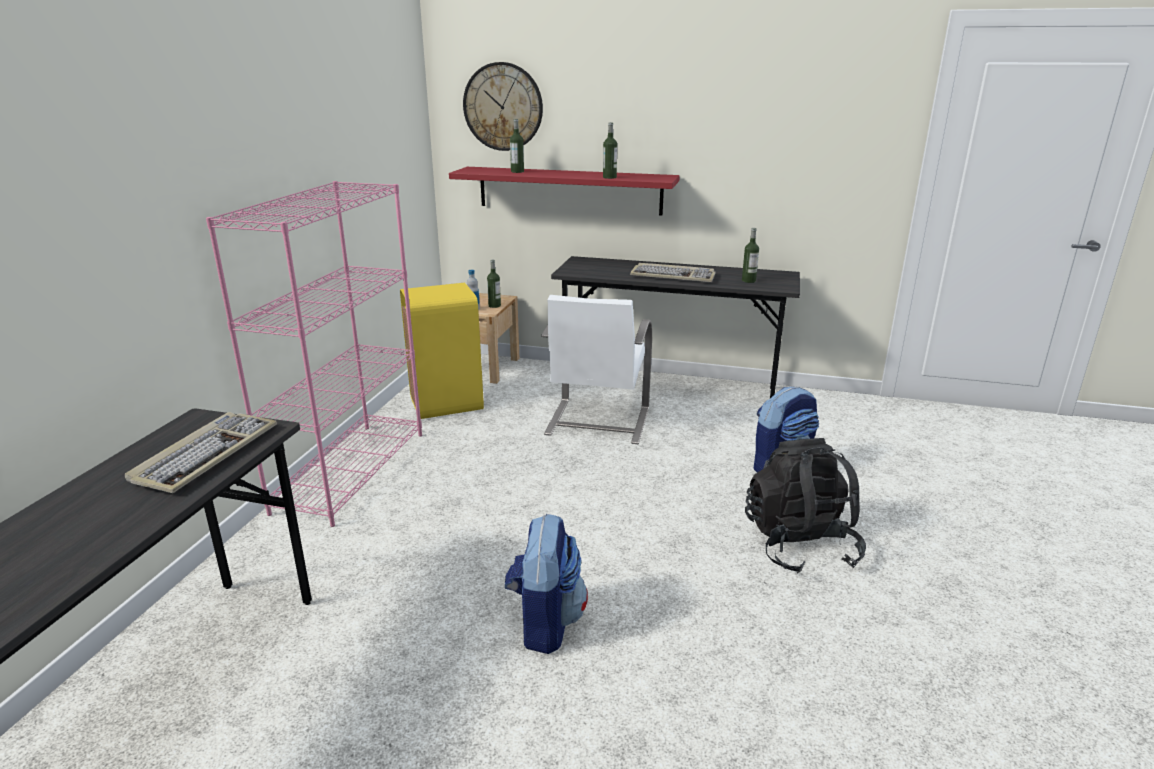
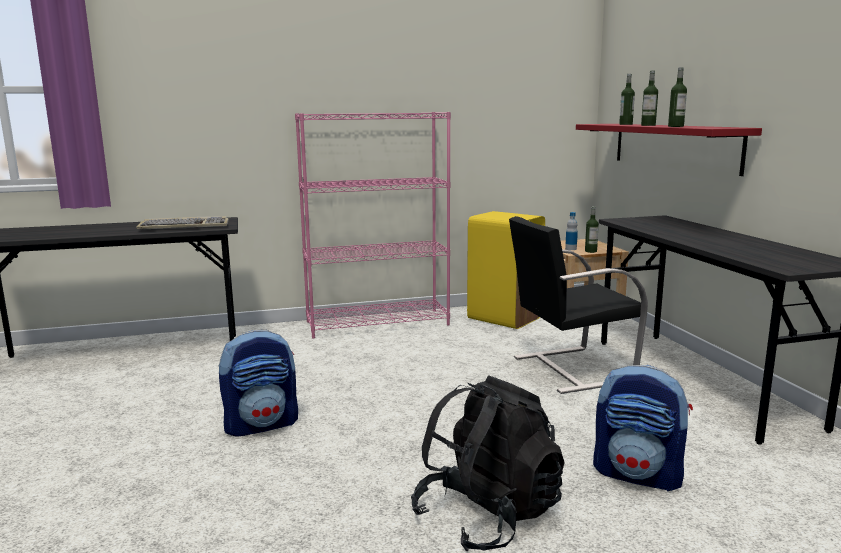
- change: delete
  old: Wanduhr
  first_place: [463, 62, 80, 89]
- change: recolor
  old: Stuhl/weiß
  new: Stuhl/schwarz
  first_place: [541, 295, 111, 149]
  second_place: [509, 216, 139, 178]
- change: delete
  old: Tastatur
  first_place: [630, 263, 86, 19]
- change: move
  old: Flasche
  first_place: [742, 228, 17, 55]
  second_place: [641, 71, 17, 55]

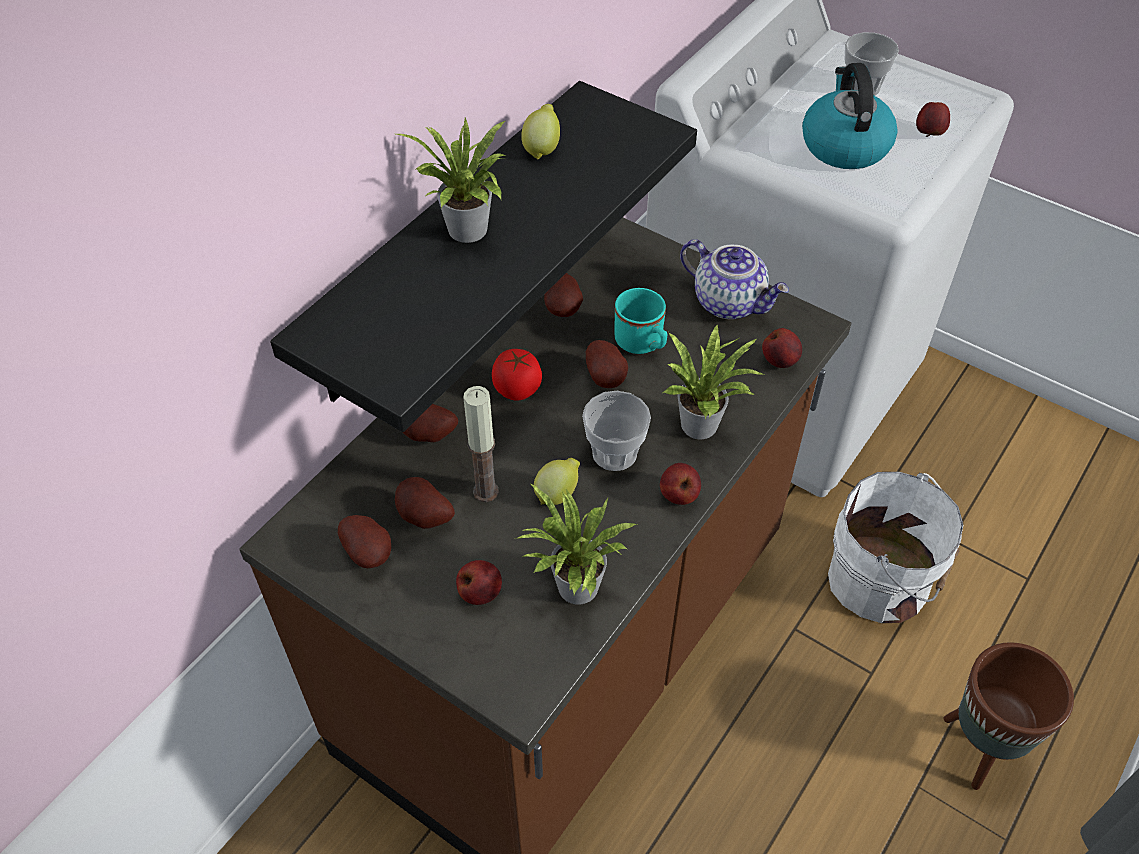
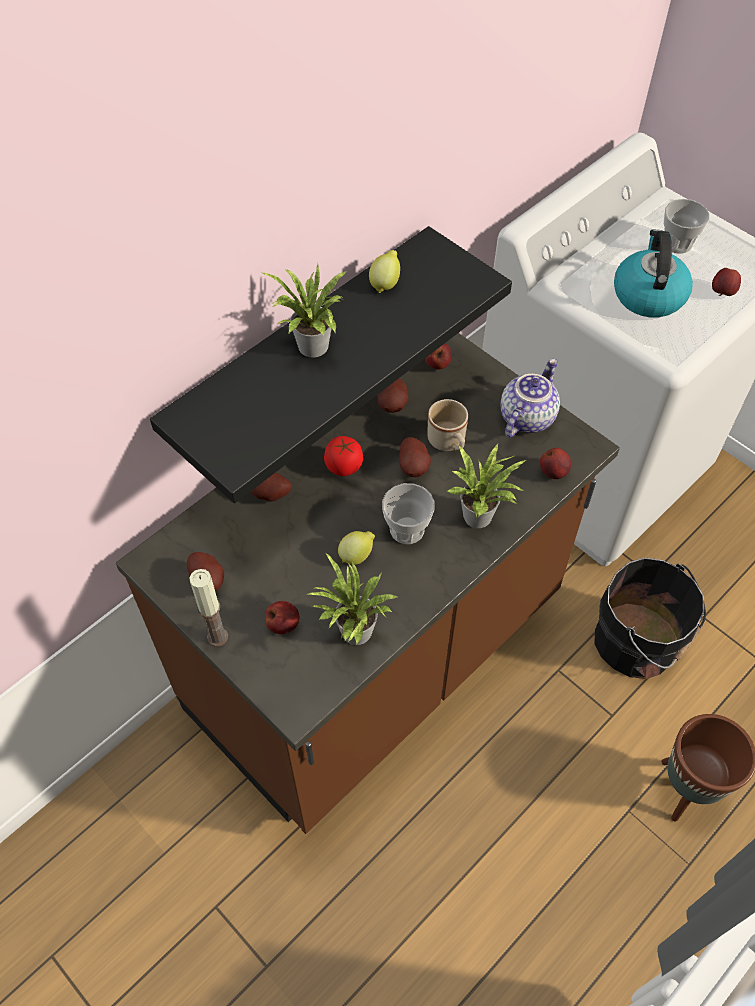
- change: delete
  old: Kartoffel
  first_place: [395, 477, 60, 52]
- change: move
  old: Kerze
  first_place: [463, 386, 36, 116]
  second_place: [190, 569, 38, 78]
- change: recolor
  old: Henkelbecher/türkis
  new: Henkelbecher/beige
  first_place: [614, 288, 53, 66]
  second_place: [427, 399, 41, 52]
- change: move
  old: Apfel
  first_place: [660, 463, 41, 42]
  second_place: [425, 343, 27, 27]
- change: rotate
  old: Teekanne
  first_place: [680, 239, 109, 80]
  second_place: [501, 359, 59, 78]
  degrees: -105
- change: recolor
  old: Eimer/weiß
  new: Eimer/schwarz
  first_place: [828, 472, 135, 151]
  second_place: [594, 557, 112, 122]

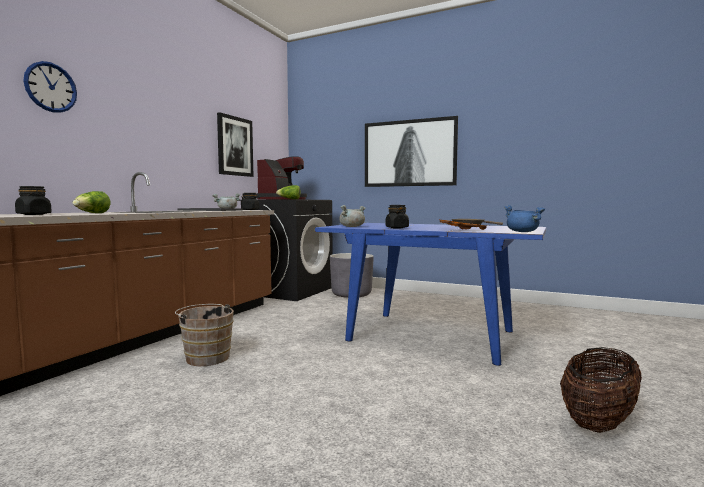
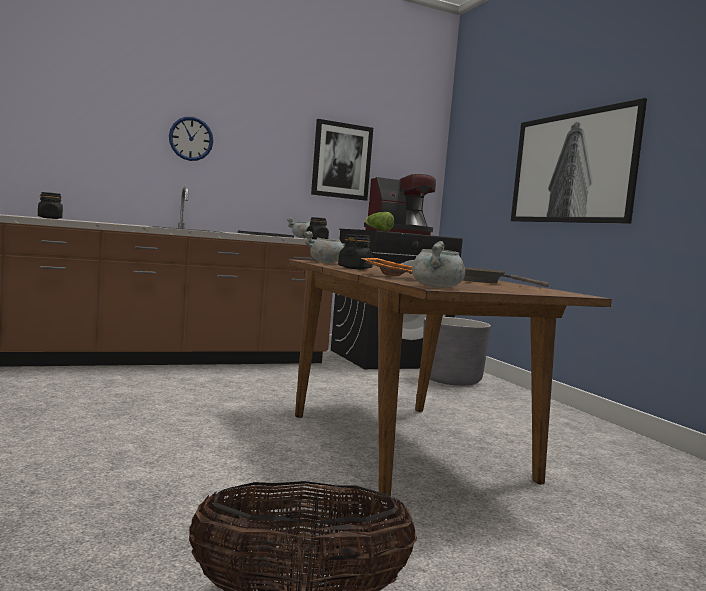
- change: move
  old: Wanduhr
  first_place: [24, 61, 53, 52]
  second_place: [169, 117, 44, 44]
- change: delete
  old: Salatkopf
  first_place: [73, 191, 38, 22]
- change: delete
  old: Eimer/braun
  first_place: [175, 304, 59, 62]
- change: recolor
  old: Esstisch/blau
  new: Esstisch/braun
  first_place: [315, 223, 231, 143]
  second_place: [288, 259, 324, 243]
- change: recolor
  old: Kochtopf/blau
  new: Kochtopf/grau
  first_place: [504, 205, 41, 27]
  second_place: [412, 241, 53, 47]

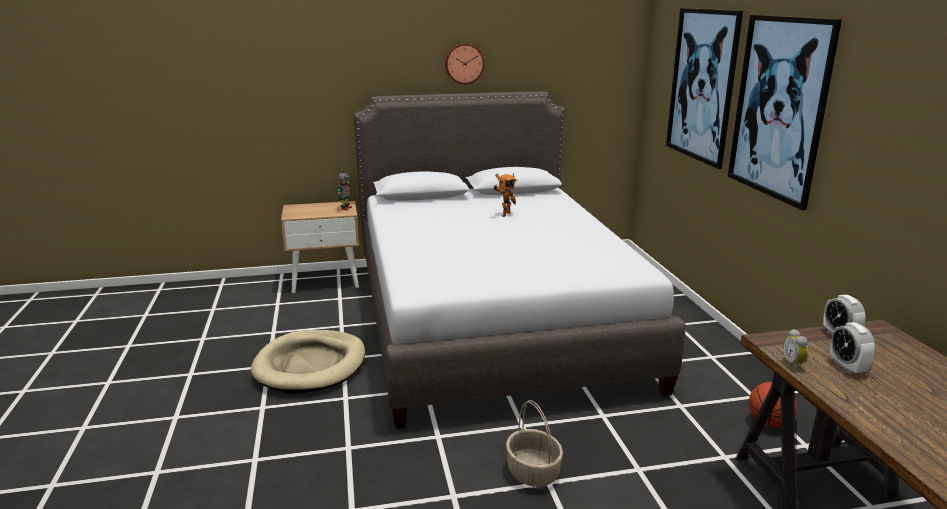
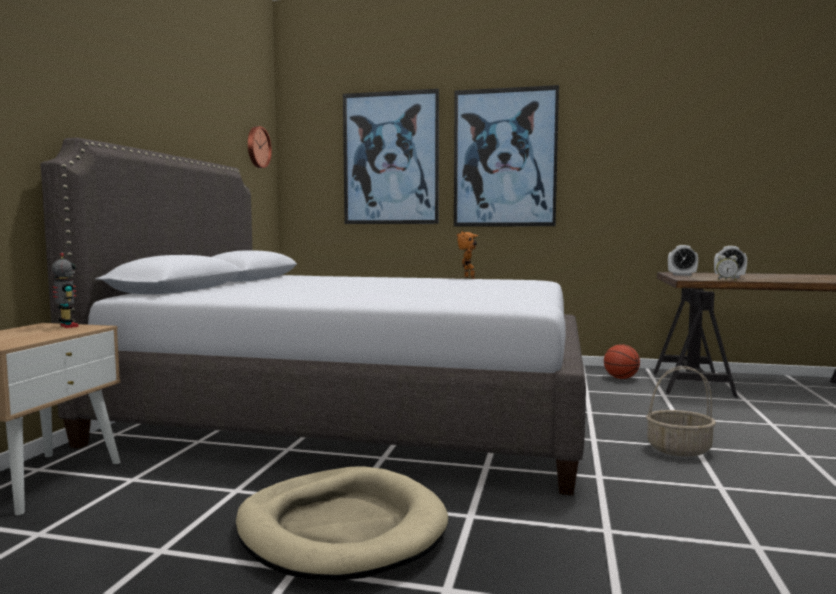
- change: move
  old: Wanduhr
  first_place: [445, 43, 39, 41]
  second_place: [248, 126, 24, 42]
- change: move
  old: Spielzeugroboter
  first_place: [494, 173, 24, 44]
  second_place: [457, 231, 21, 48]

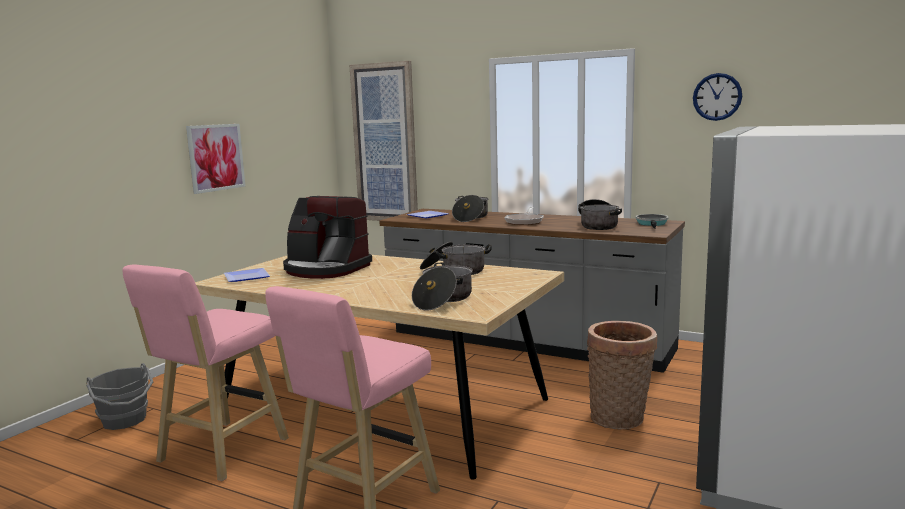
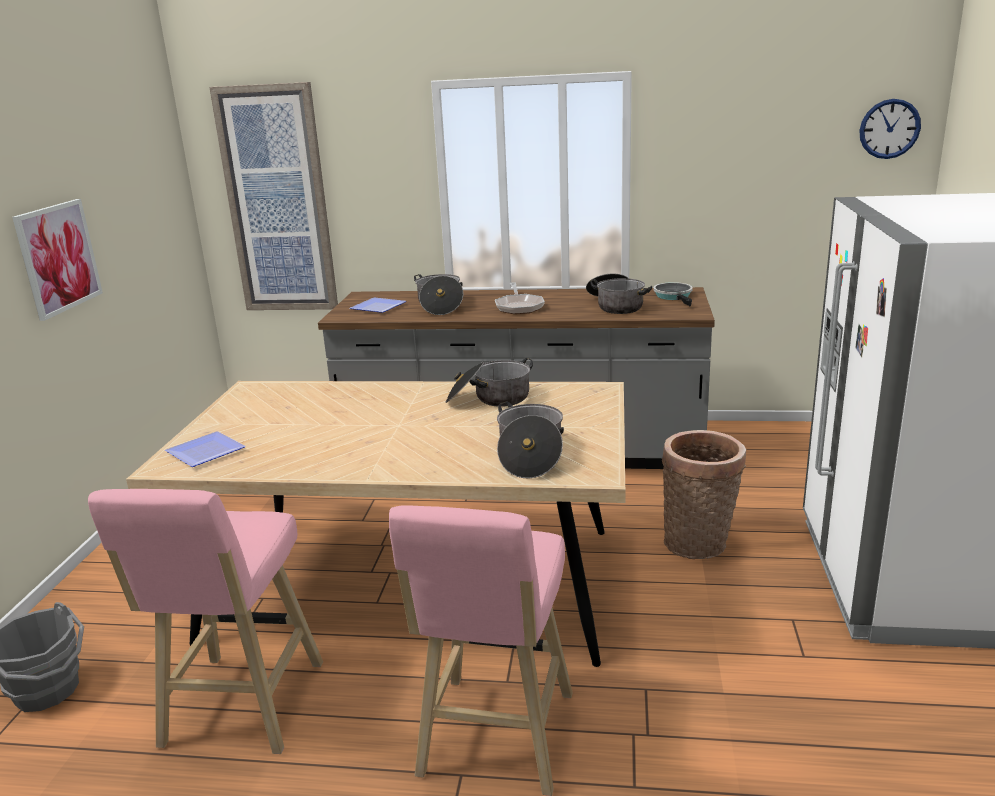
- change: delete
  old: Kaffeemaschine
  first_place: [283, 196, 89, 83]
- change: move
  old: Wanduhr
  first_place: [693, 73, 49, 48]
  second_place: [859, 99, 62, 60]

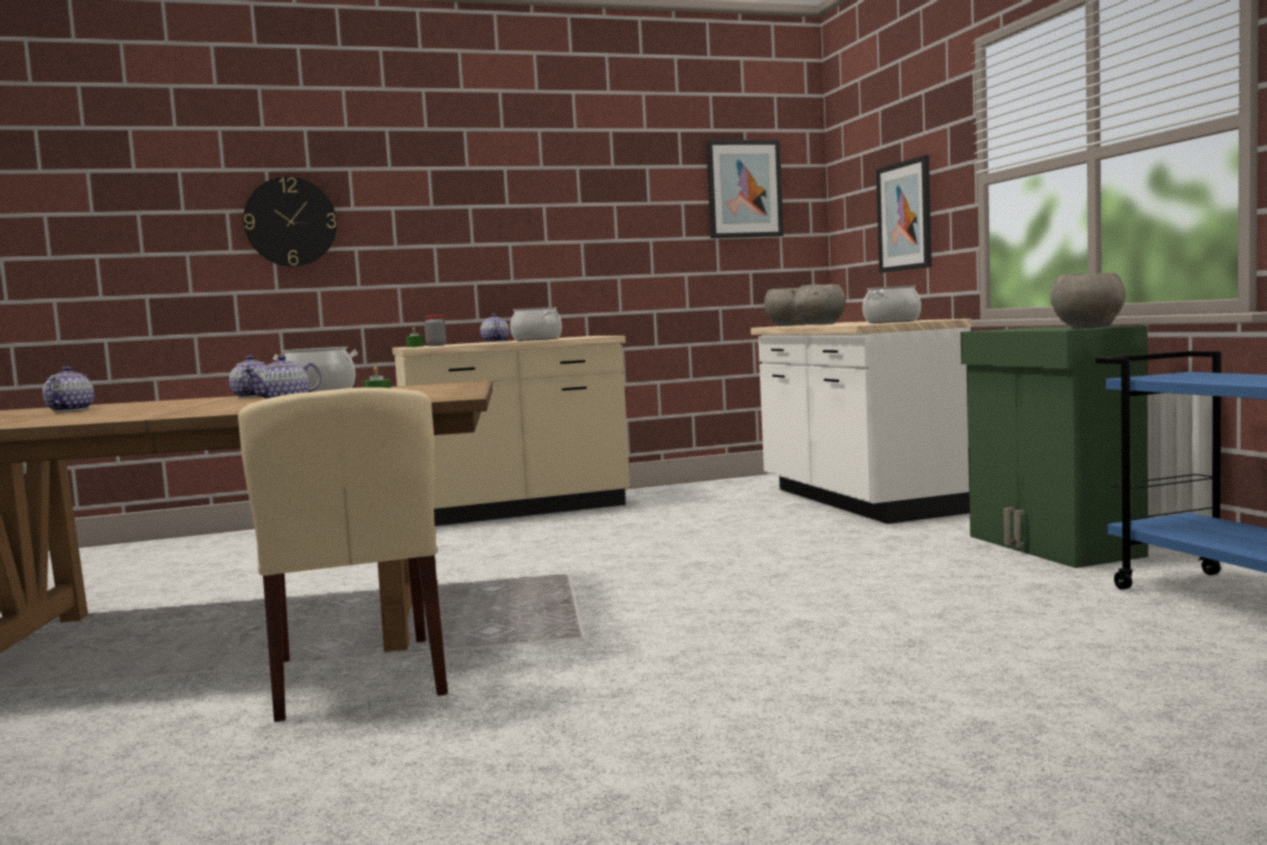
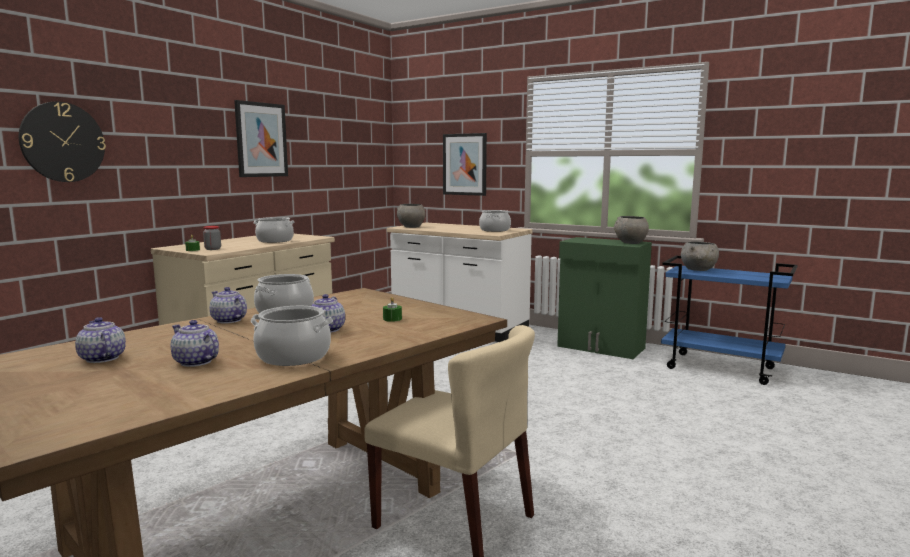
- change: move
  old: Teekanne
  first_place: [480, 313, 29, 29]
  second_place: [171, 320, 48, 47]
- change: move
  old: Bild
  first_place: [706, 140, 78, 98]
  second_place: [234, 100, 54, 77]
- change: move
  old: Schüssel/grau
  first_place: [791, 284, 55, 40]
  second_place: [681, 242, 38, 29]
- change: insert
  new: Kochtopf
  second_place: [251, 306, 82, 60]

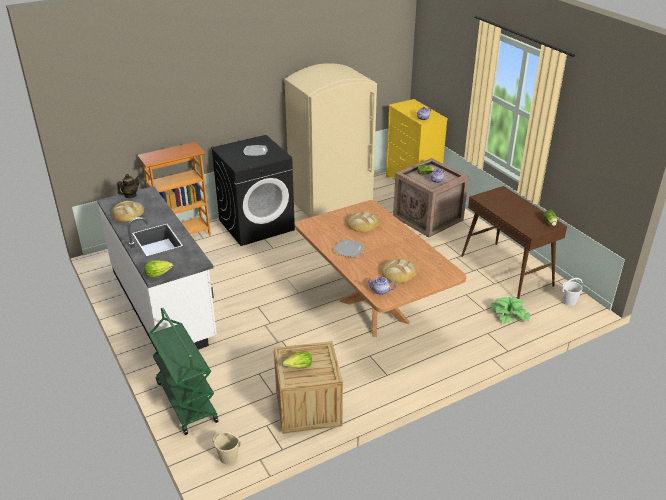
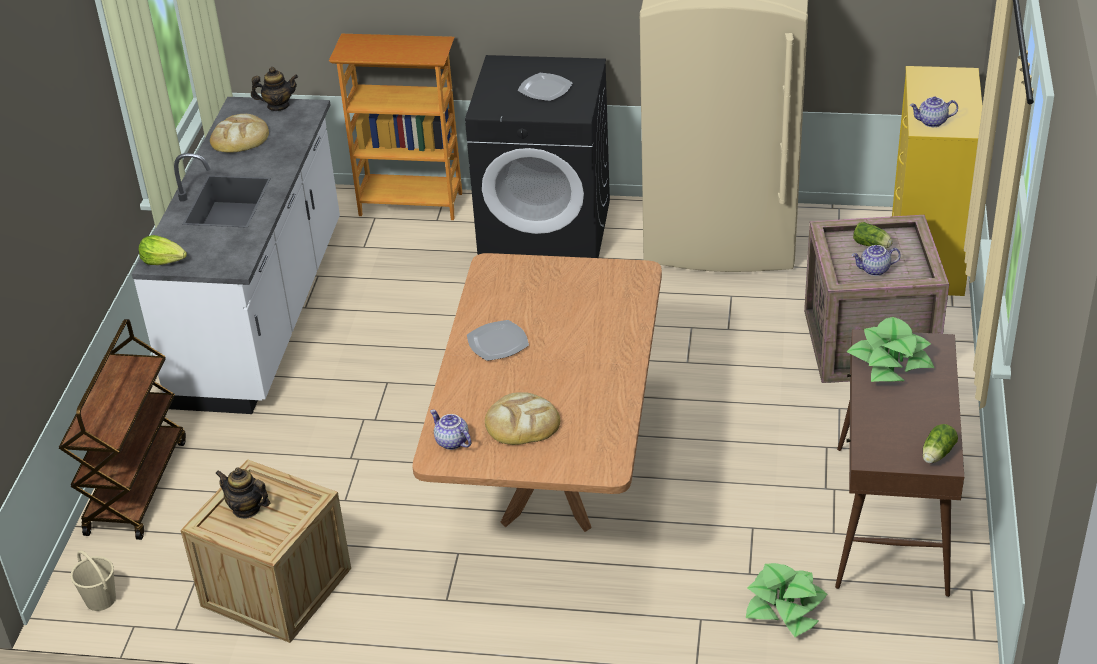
- change: recolor
  old: Rollwagen/grün
  new: Rollwagen/braun
  first_place: [149, 308, 69, 127]
  second_place: [59, 319, 127, 221]
- change: replace
  old: Salatkopf
  new: Teekanne
  first_place: [282, 351, 30, 18]
  second_place: [215, 467, 55, 52]
- change: delete
  old: Brot
  first_place: [347, 212, 33, 20]
- change: delete
  old: Eimer/weiß
  first_place: [562, 278, 21, 28]
- change: insert
  new: Topfpflanze
  second_place: [847, 317, 87, 65]

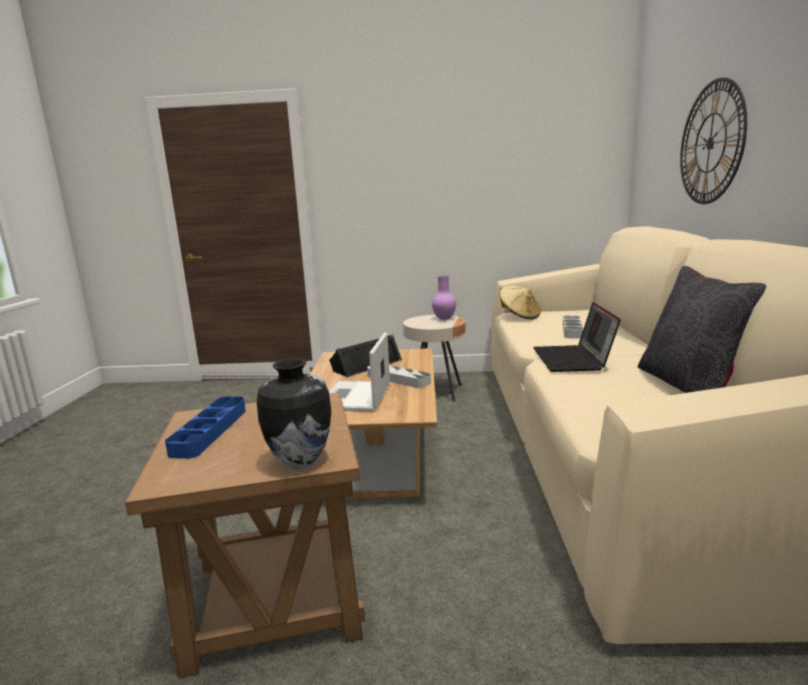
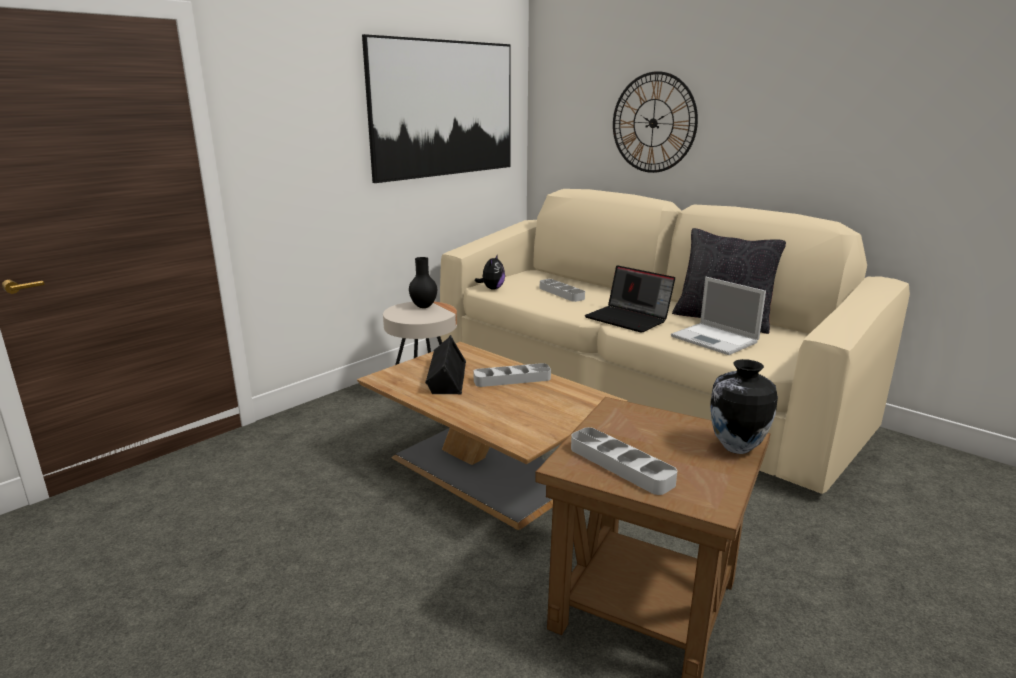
- change: recolor
  old: Tablett/blau
  new: Tablett/grau
  first_place: [165, 396, 81, 63]
  second_place: [571, 427, 106, 68]
- change: move
  old: Laptop
  first_place: [329, 332, 61, 80]
  second_place: [671, 277, 95, 78]
- change: recolor
  old: Vase/lila
  new: Vase/schwarz
  first_place: [432, 276, 24, 44]
  second_place: [409, 257, 28, 51]
- change: replace
  old: Hut/beige
  new: Plüschtier
  first_place: [499, 285, 42, 34]
  second_place: [475, 254, 30, 36]
- change: insert
  new: Bild
  second_place: [362, 34, 149, 149]

